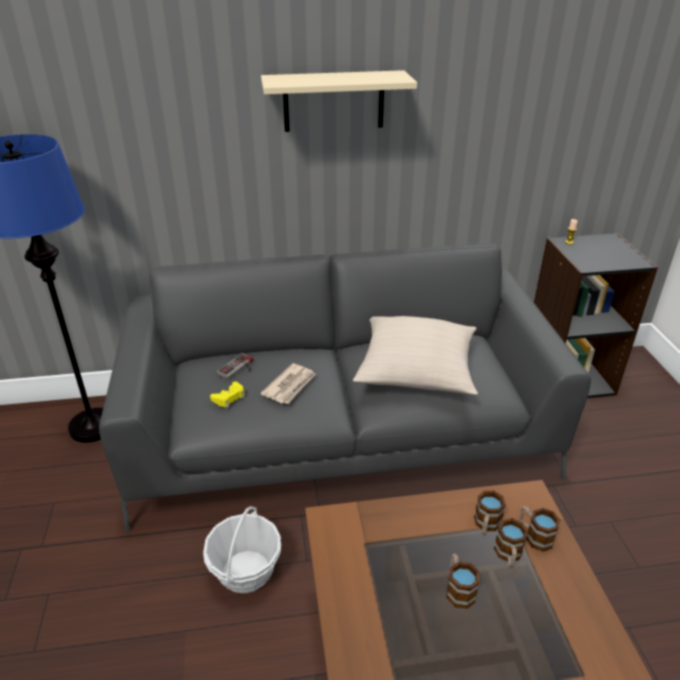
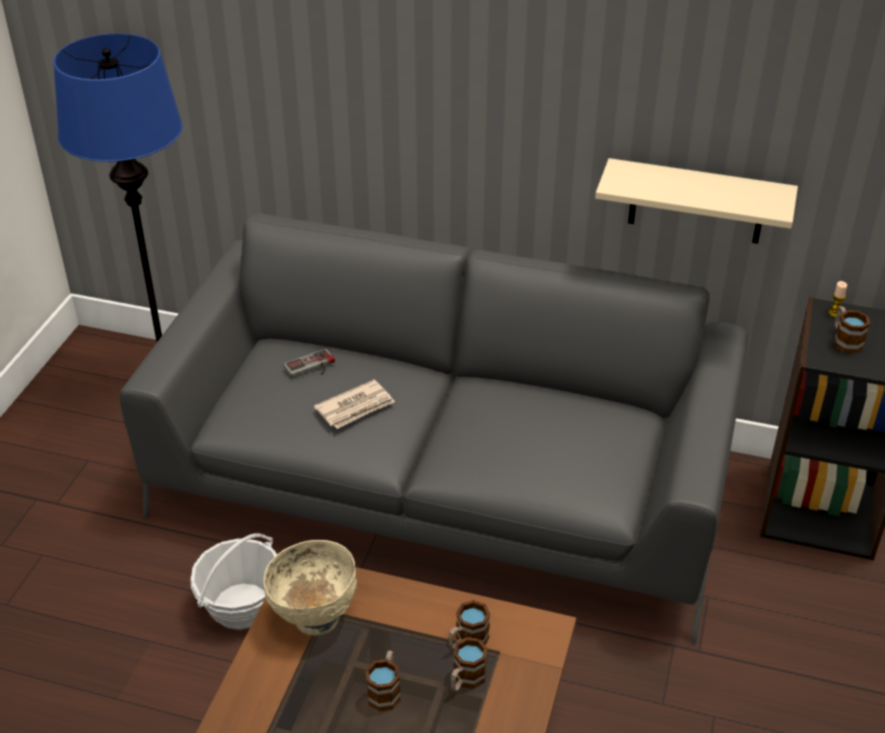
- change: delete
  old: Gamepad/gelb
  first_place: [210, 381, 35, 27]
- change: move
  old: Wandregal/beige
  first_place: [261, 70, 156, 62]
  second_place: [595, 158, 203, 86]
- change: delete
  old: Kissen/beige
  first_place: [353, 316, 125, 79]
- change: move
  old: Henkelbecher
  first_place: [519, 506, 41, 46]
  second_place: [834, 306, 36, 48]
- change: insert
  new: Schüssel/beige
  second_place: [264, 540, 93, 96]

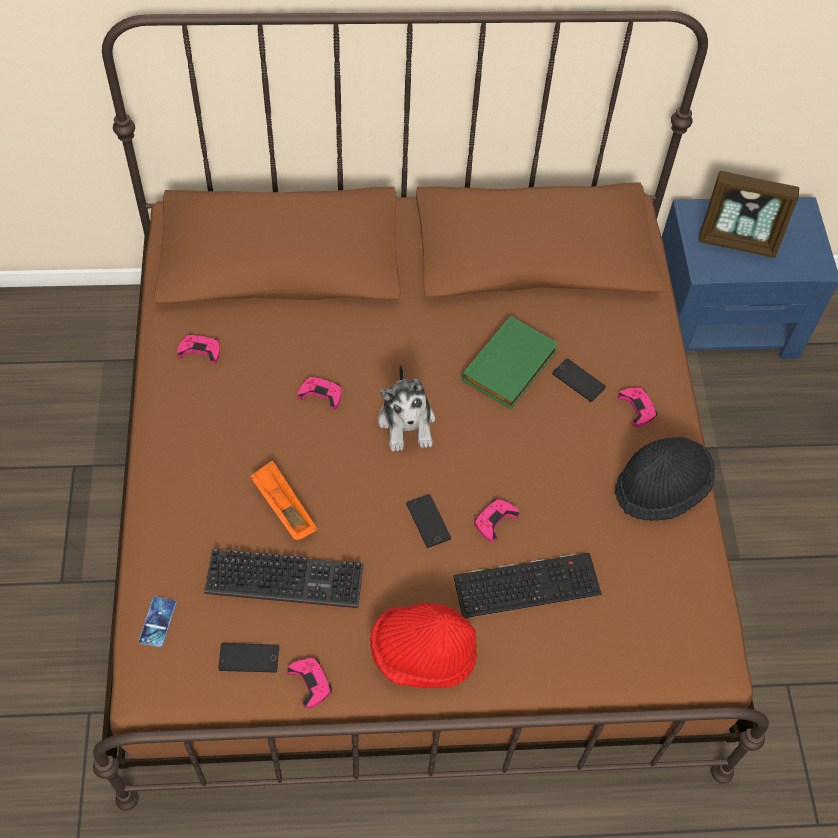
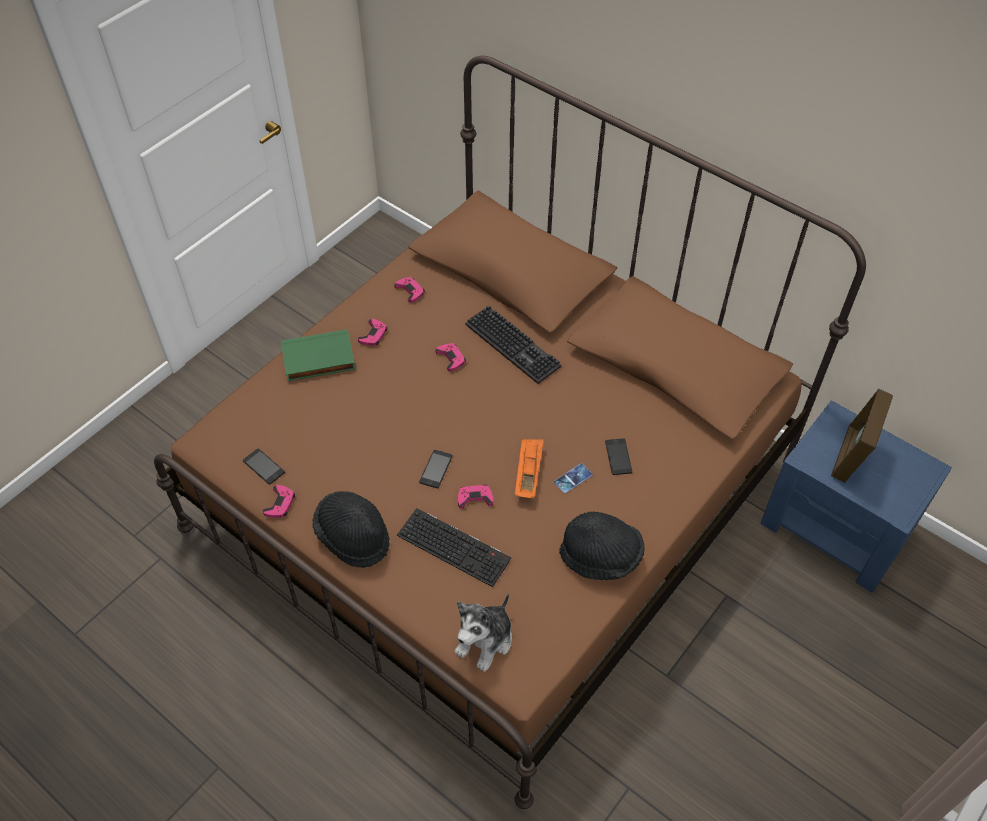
- change: move
  old: Handy
  first_place: [139, 596, 37, 51]
  second_place: [554, 463, 39, 31]
- change: move
  old: Tastatur
  first_place: [204, 549, 159, 59]
  second_place: [466, 305, 95, 79]
- change: move
  old: Tablett/orange
  first_place: [250, 460, 68, 80]
  second_place: [515, 439, 29, 59]
- change: recolor
  old: Hut/rot
  new: Hut/schwarz
  first_place: [370, 603, 107, 85]
  second_place: [313, 491, 77, 77]
- change: move
  old: Plüschtier
  first_place: [378, 364, 57, 88]
  second_place: [454, 593, 58, 79]
- change: move
  old: Buch/grün
  first_place: [461, 316, 98, 93]
  second_place: [281, 329, 75, 52]
- change: move
  old: Gamepad/rosa
  first_place: [618, 388, 39, 39]
  second_place: [358, 319, 29, 27]
- change: rotate
  old: Bilderrahmen
  first_place: [699, 171, 100, 87]
  second_place: [831, 389, 62, 94]
  degrees: 60

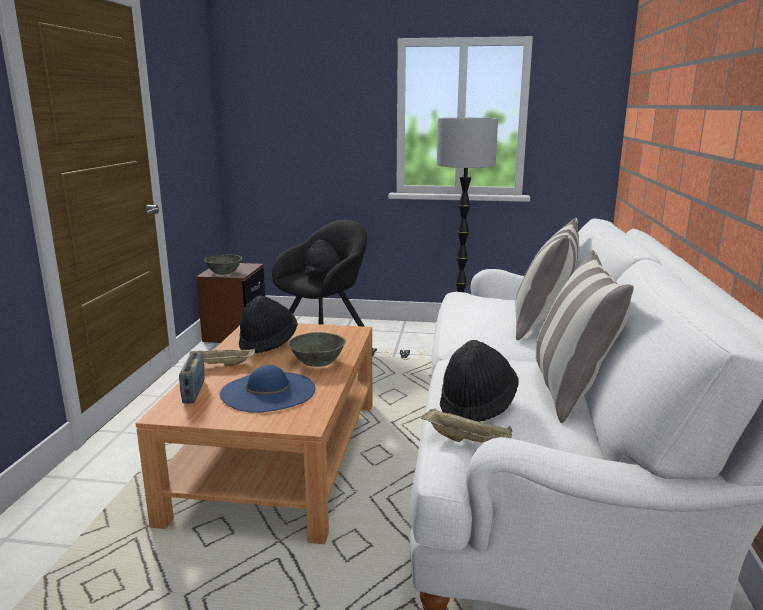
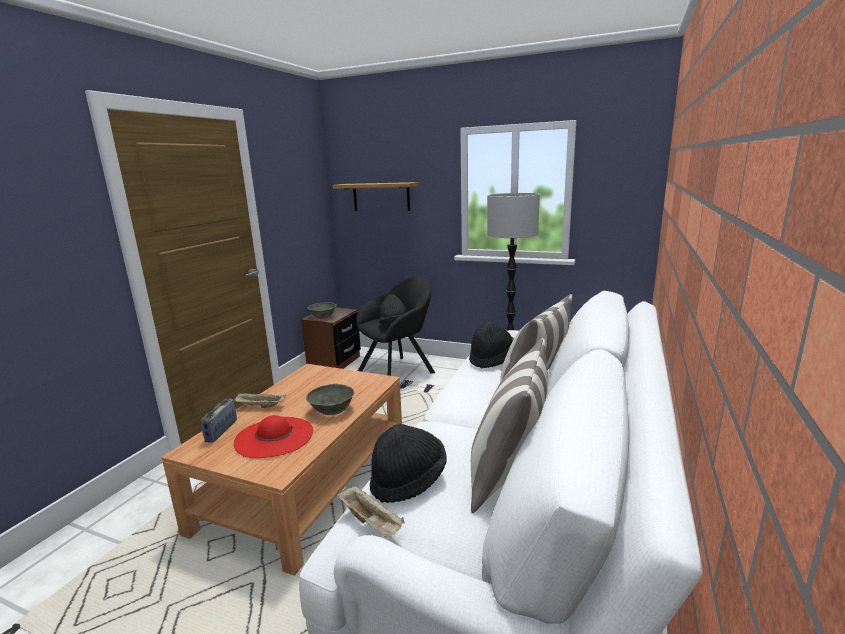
- change: recolor
  old: Hut/blau
  new: Hut/rot
  first_place: [220, 365, 95, 48]
  second_place: [234, 415, 79, 43]
- change: move
  old: Hut/schwarz
  first_place: [239, 296, 58, 57]
  second_place: [469, 322, 45, 46]
- change: insert
  new: Wandregal
  second_place: [333, 182, 86, 29]

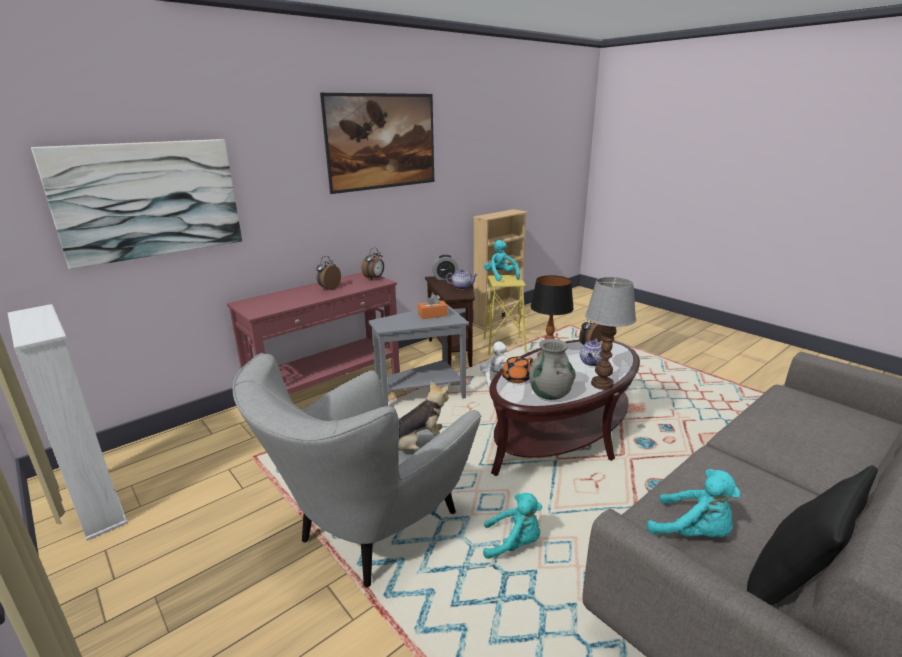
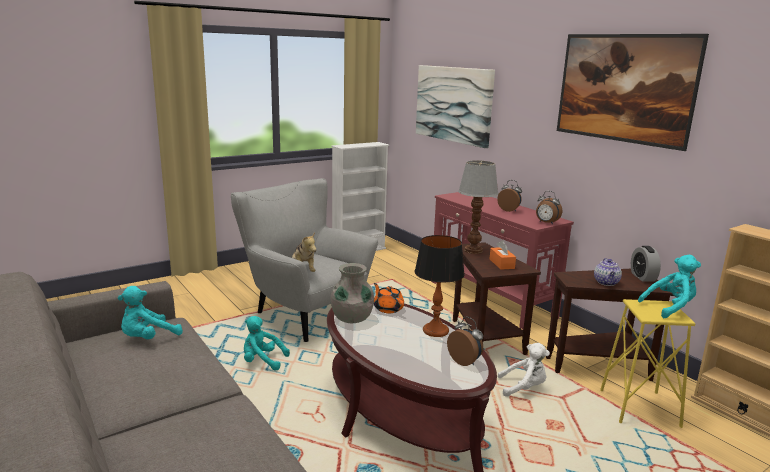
- change: recolor
  old: Beistelltisch/grau
  new: Beistelltisch/braun
  first_place: [369, 304, 100, 103]
  second_place: [453, 242, 88, 113]
- change: rotate
  old: Plüschtier/türkis
  first_place: [483, 493, 59, 66]
  second_place: [244, 316, 46, 54]
  degrees: 90
- change: delete
  old: Teekanne
  first_place: [580, 339, 22, 27]
- change: move
  old: Tischlampe
  first_place: [585, 277, 51, 113]
  second_place: [458, 160, 41, 94]
- change: delete
  old: Kissen/schwarz
  first_place: [747, 465, 131, 140]

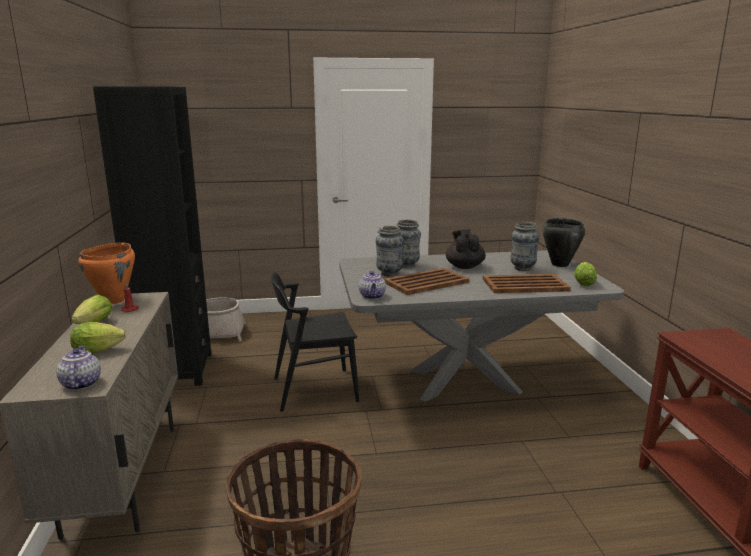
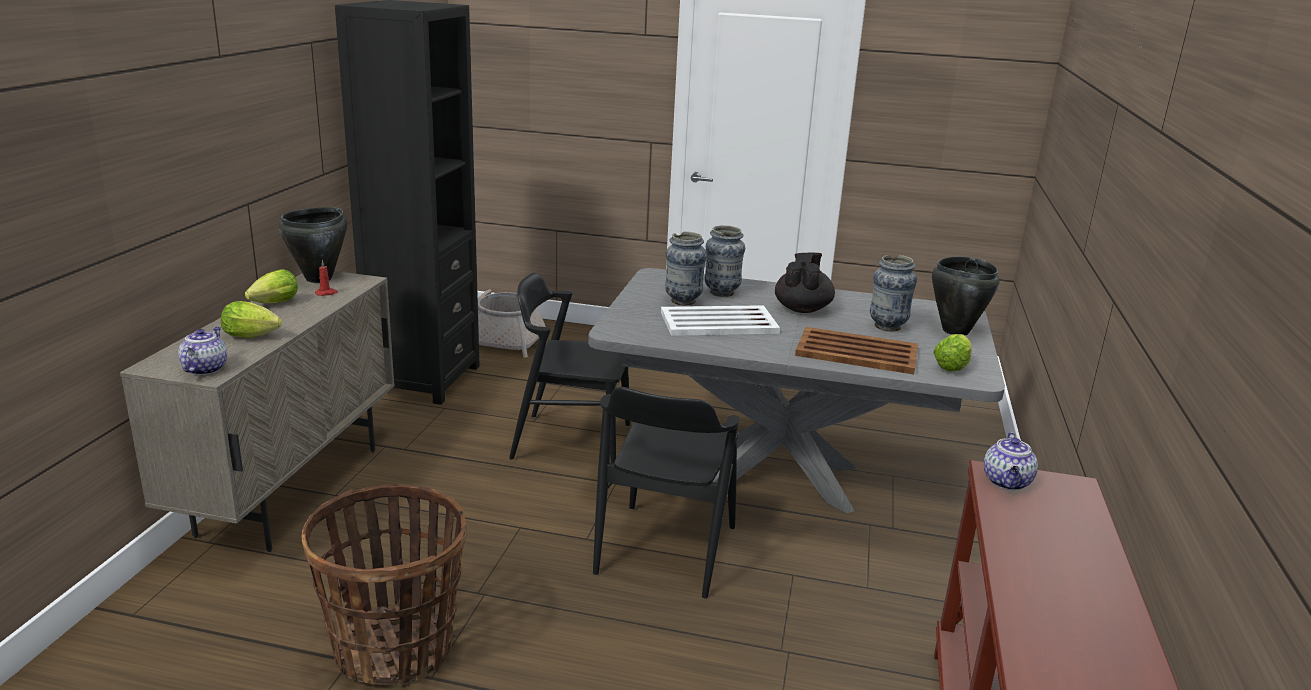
- change: recolor
  old: Kochtopf/orange
  new: Kochtopf/schwarz
  first_place: [78, 242, 57, 62]
  second_place: [279, 207, 68, 76]
- change: move
  old: Teekanne
  first_place: [359, 271, 27, 28]
  second_place: [984, 432, 54, 58]
- change: recolor
  old: Tablett/braun
  new: Tablett/weiß
  first_place: [384, 268, 85, 27]
  second_place: [661, 305, 119, 31]
- change: insert
  new: Stuhl/schwarz
  second_place: [593, 387, 146, 212]

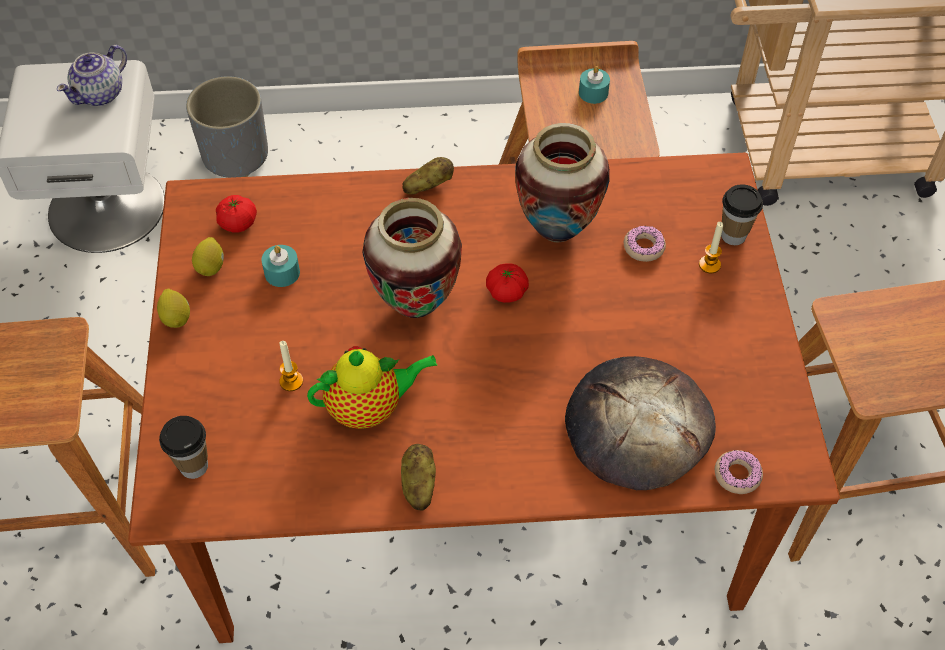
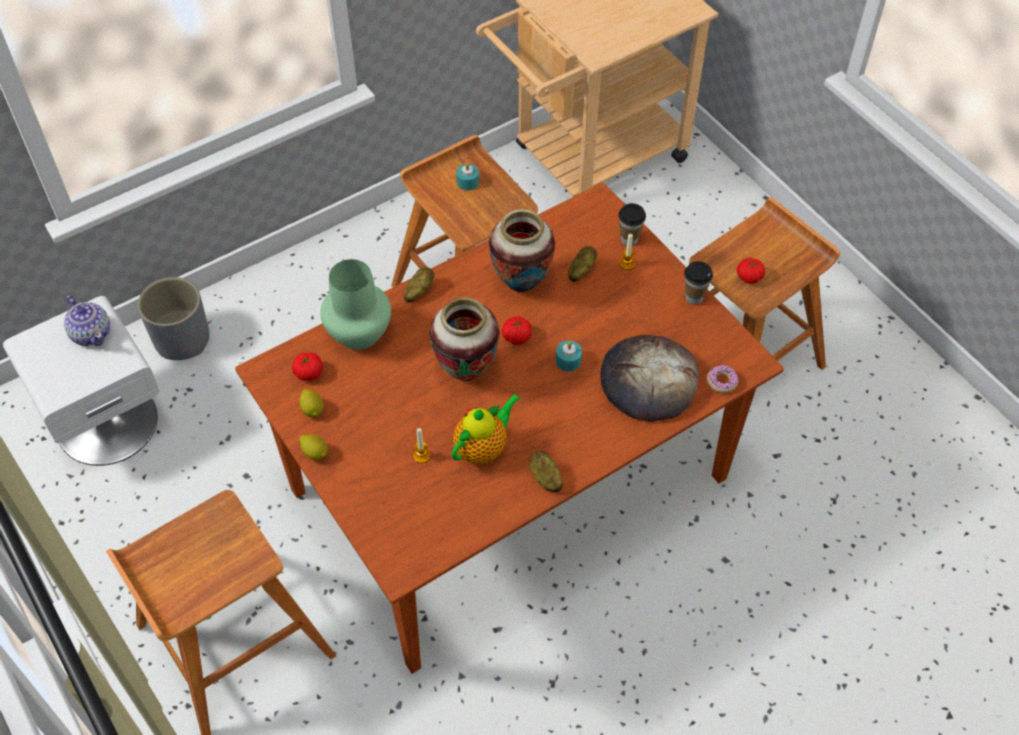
- change: rotate
  old: Teekanne
  first_place: [57, 45, 70, 61]
  second_place: [64, 295, 46, 51]
  degrees: -45
- change: move
  old: Tasse
  first_place: [159, 416, 49, 63]
  second_place: [684, 261, 29, 43]
- change: move
  old: Kerze/türkis
  first_place: [261, 245, 39, 42]
  second_place: [556, 340, 26, 31]
- change: replace
  old: Donut
  new: Kartoffel
  first_place: [624, 226, 42, 36]
  second_place: [568, 246, 29, 36]
- change: insert
  new: Vase/grün
  second_place: [320, 259, 71, 91]
- change: insert
  new: Tomate
  second_place: [737, 258, 28, 26]

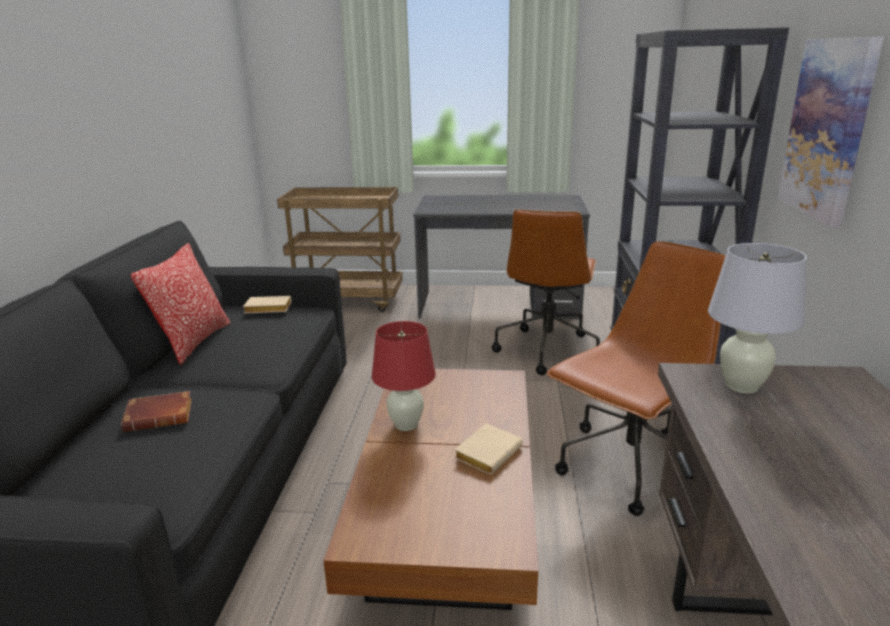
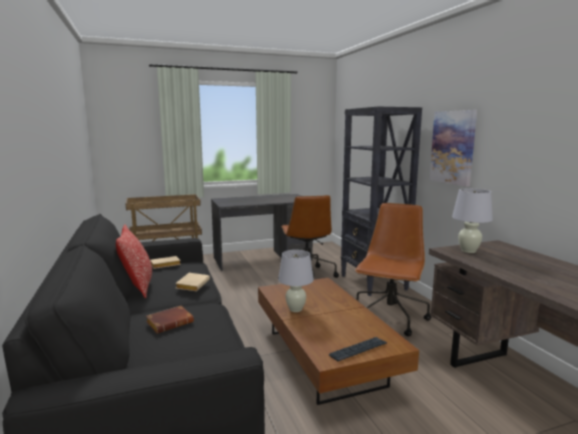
- change: recolor
  old: Tischlampe/rot
  new: Tischlampe/weiß
  first_place: [372, 321, 64, 110]
  second_place: [278, 250, 36, 62]
- change: move
  old: Buch/beige
  first_place: [454, 423, 69, 52]
  second_place: [175, 273, 35, 18]
- change: insert
  new: Tastatur
  second_place: [329, 337, 58, 24]

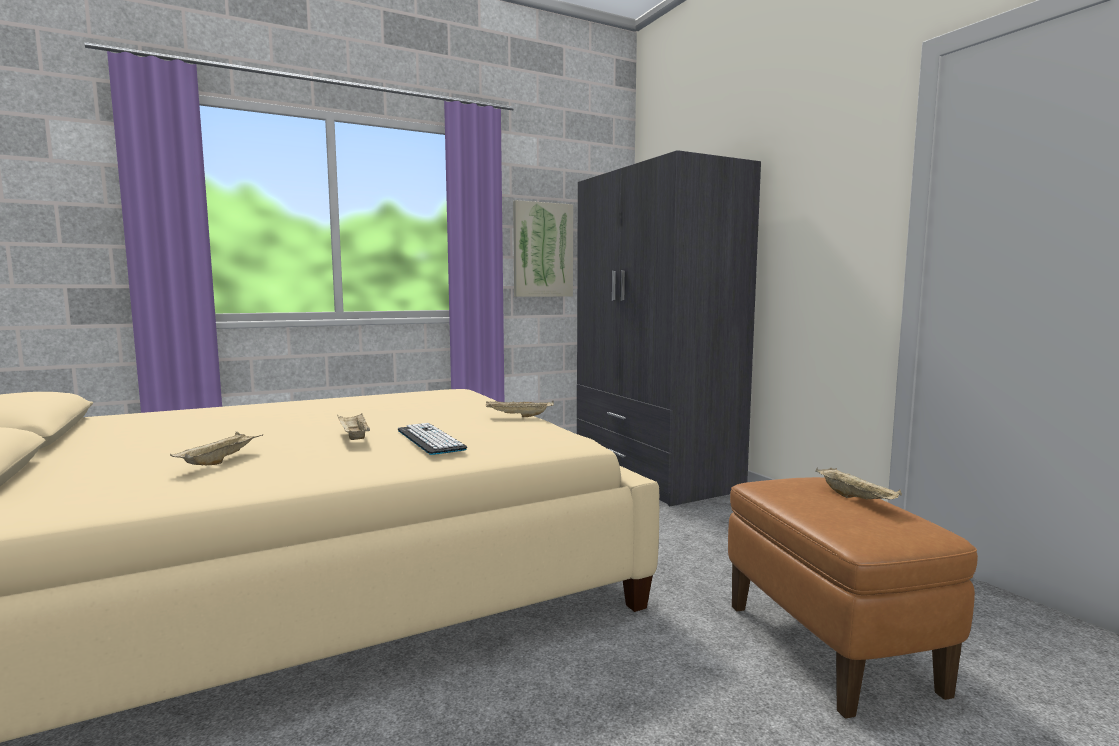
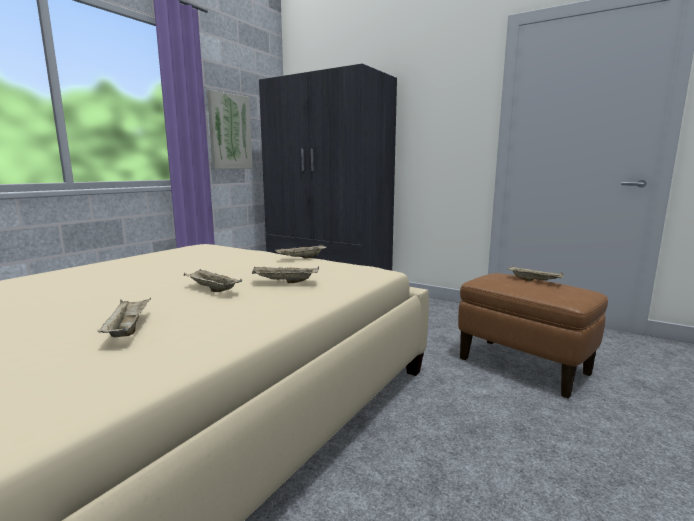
- change: replace
  old: Tastatur
  new: Tablett/beige
  first_place: [398, 423, 69, 32]
  second_place: [252, 266, 67, 17]

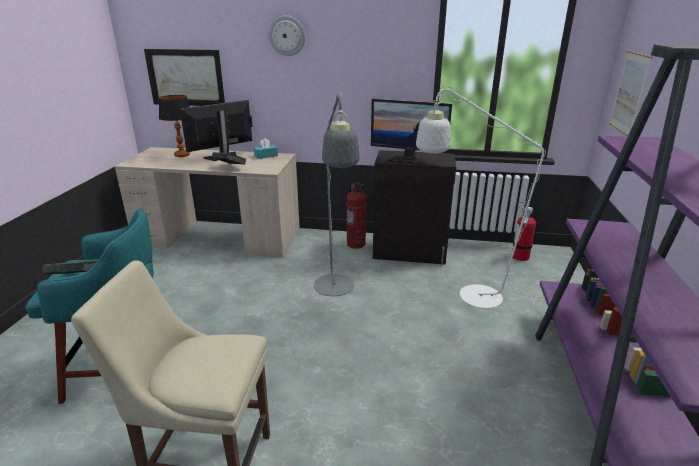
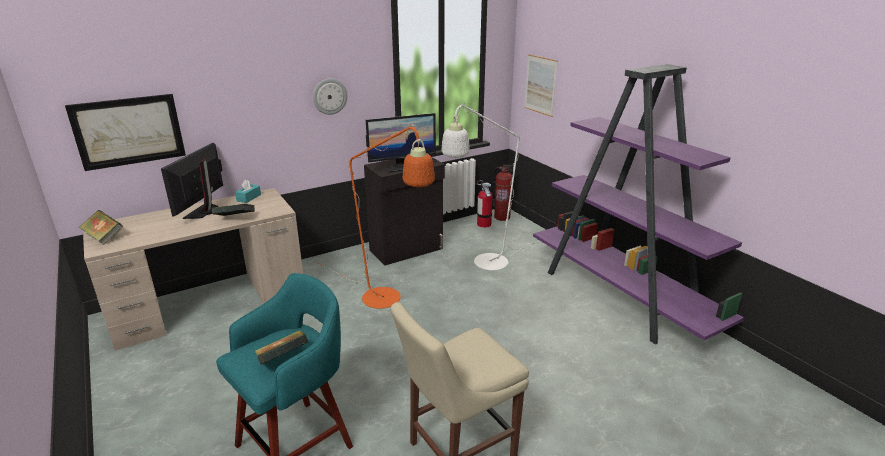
- change: delete
  old: Tischlampe
  first_place: [159, 95, 31, 62]
- change: move
  old: Wanduhr
  first_place: [269, 15, 36, 41]
  second_place: [313, 78, 34, 37]
- change: recolor
  old: Stehlampe/grau
  new: Stehlampe/orange
  first_place: [314, 93, 46, 203]
  second_place: [317, 124, 118, 185]
- change: move
  old: Feuerlöscher
  first_place: [346, 182, 20, 67]
  second_place: [493, 165, 20, 56]
- change: insert
  new: Buch
  second_place: [78, 210, 45, 35]

